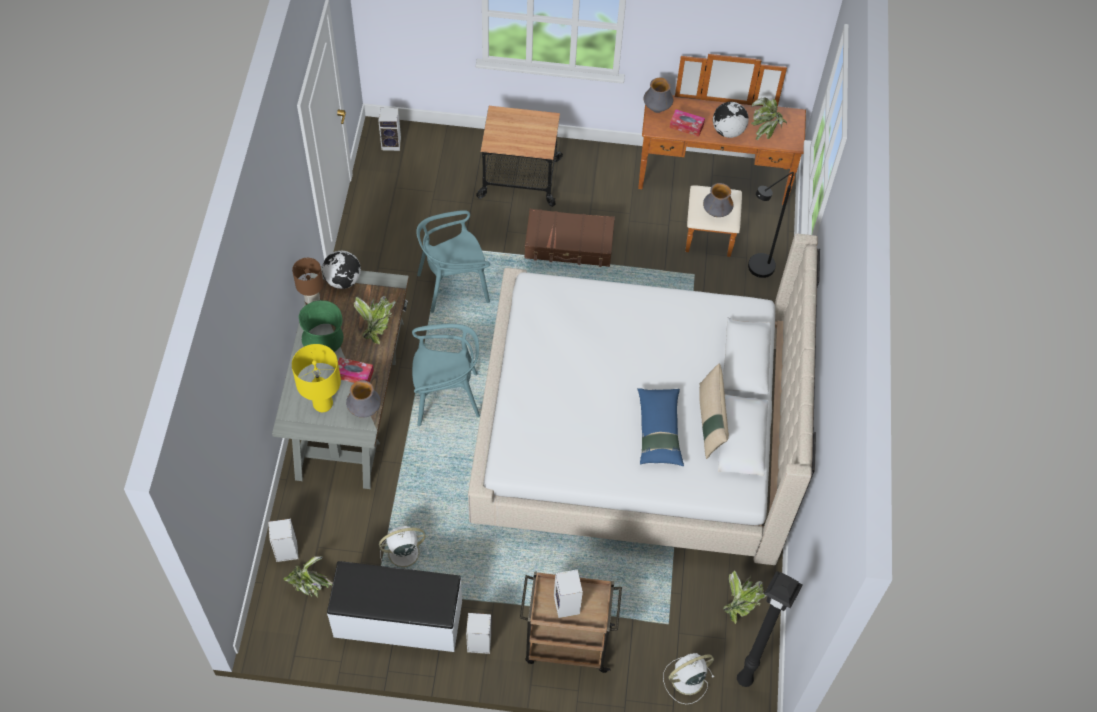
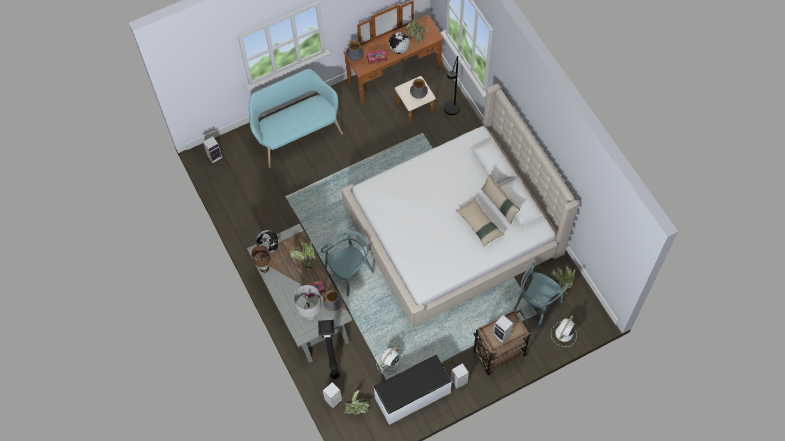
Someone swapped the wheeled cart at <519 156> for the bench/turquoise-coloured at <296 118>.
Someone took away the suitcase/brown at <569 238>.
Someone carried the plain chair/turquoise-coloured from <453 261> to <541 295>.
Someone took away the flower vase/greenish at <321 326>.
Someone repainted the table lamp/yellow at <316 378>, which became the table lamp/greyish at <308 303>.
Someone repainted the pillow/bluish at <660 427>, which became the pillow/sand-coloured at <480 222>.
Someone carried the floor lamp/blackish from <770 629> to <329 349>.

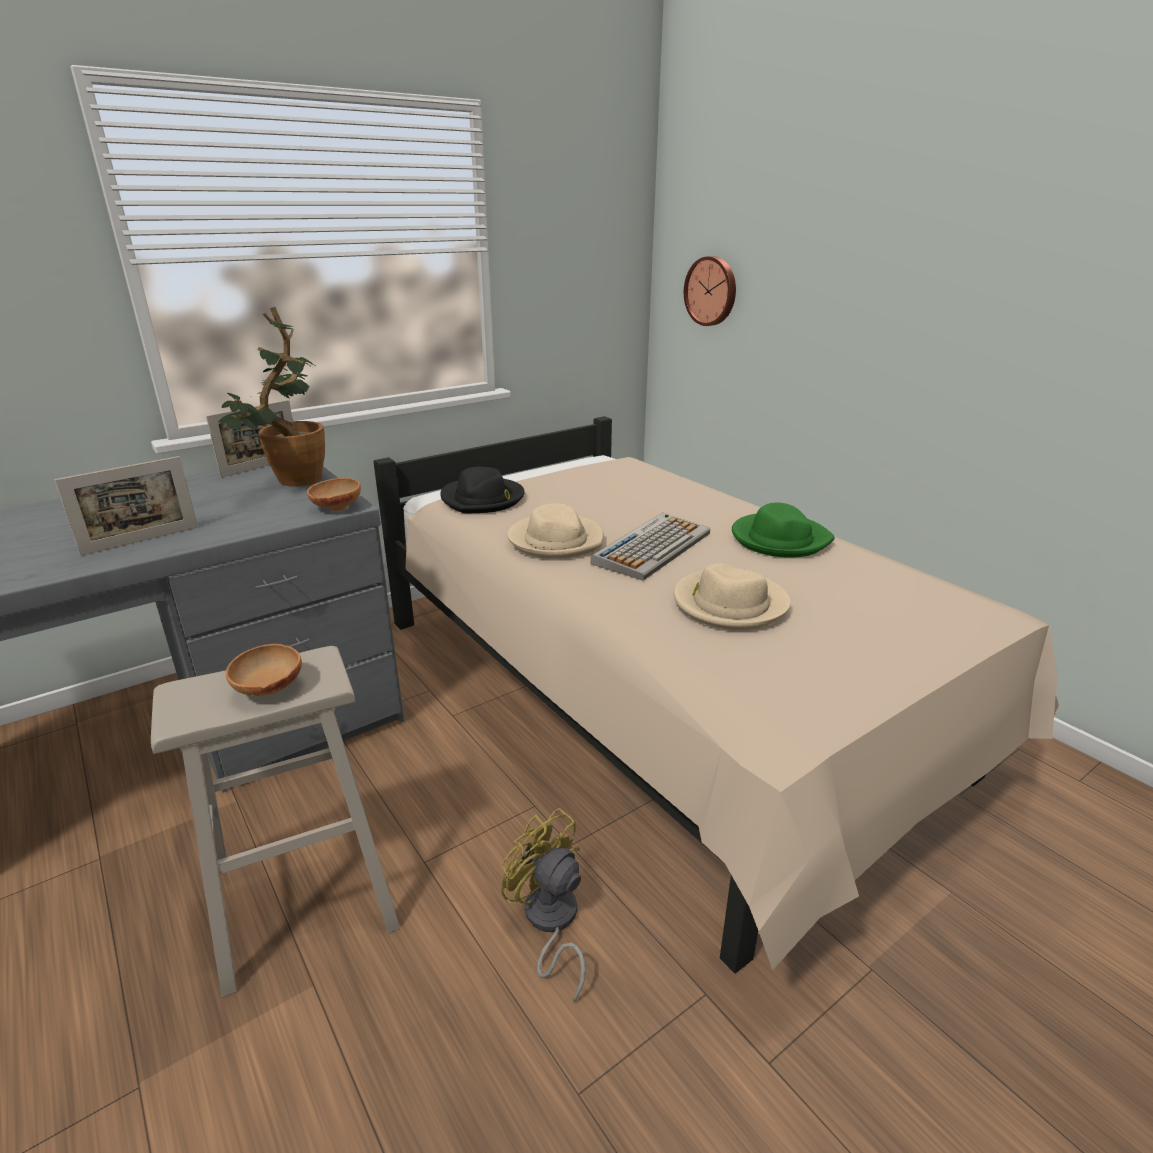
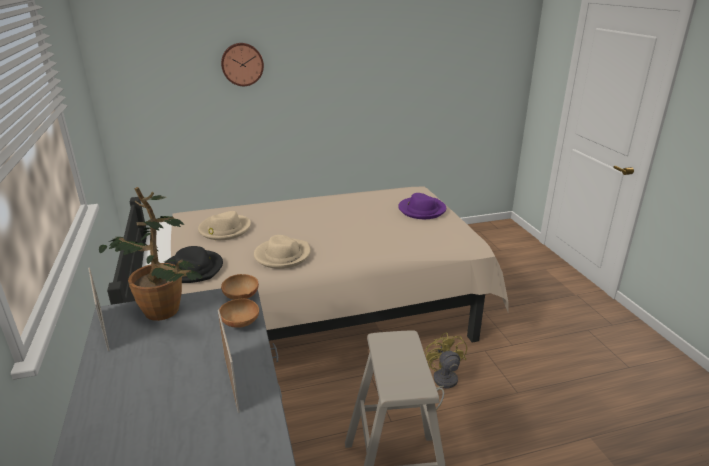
Someone carried the hanging clock from <710 291> to <242 64>.
Someone took away the hat/greenish at <783 530>.
Someone took away the PC keyboard at <650 547>.
Someone carried the hat/sand-coloured from <732 596> to <224 225>.
Someone carried the deep dish/brown from <264 670> to <239 313>.
Someone rotated the cooling fan/yellow at <543 905> by 105 degrees clockwise.
Someone put down the hat/purple at <422 206>.

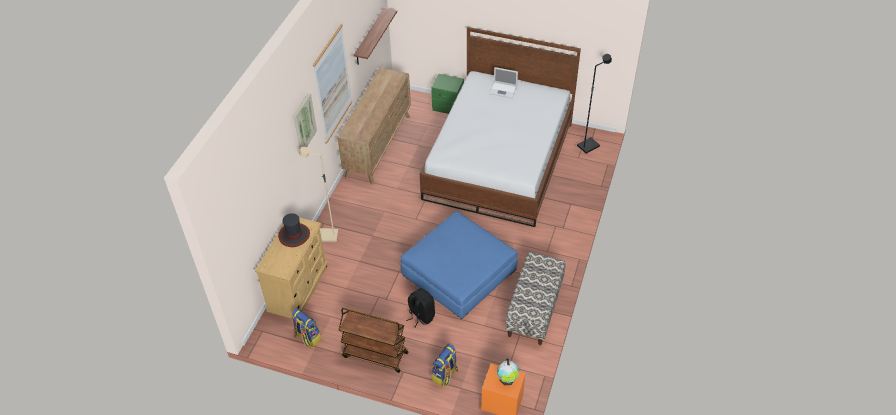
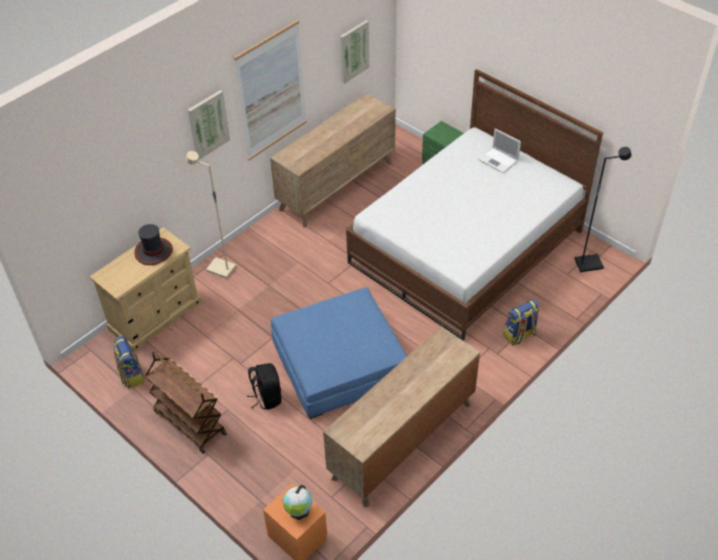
Someone swapped the shelf at <375 36> for the wall picture at <354 52>.
Someone swapped the bench at <535 298> for the dresser/brown at <401 417>.
Someone carried the knapsack from <445 365> to <521 322>.

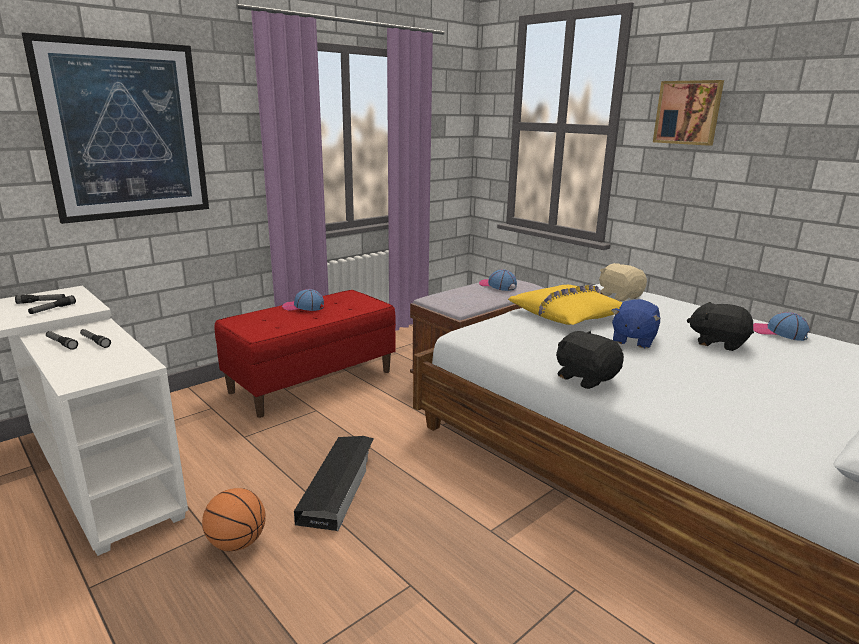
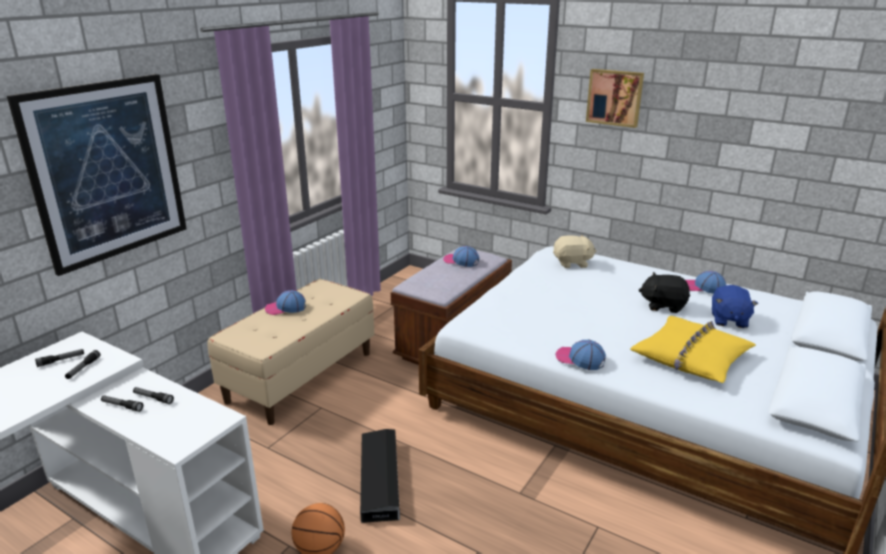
Someone rotated the soft toy/sand-coloured at <623 282> by 135 degrees clockwise.
Someone carried the pillow/yellow from <565 305> to <693 349>.
Someone repainted the bench/red at <305 354>, which became the bench/sand-coloured at <291 352>.
Someone carried the soft toy/bluish from <636 324> to <735 306>.
Someone swapped the soft toy/blackish at <590 360> for the cap at <580 355>.

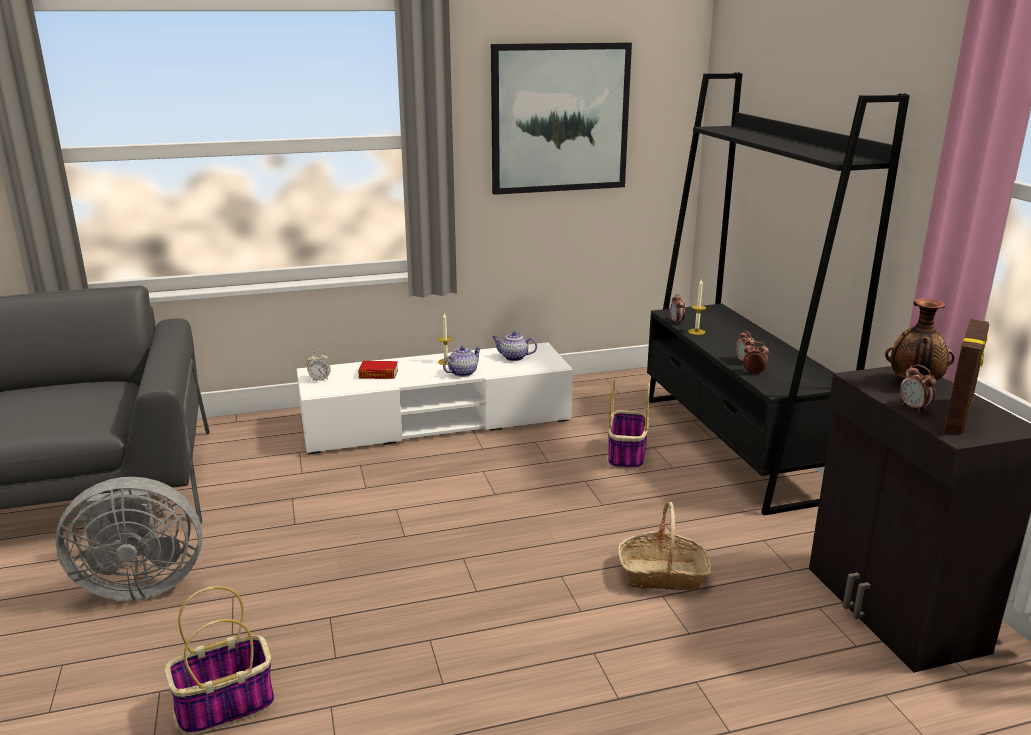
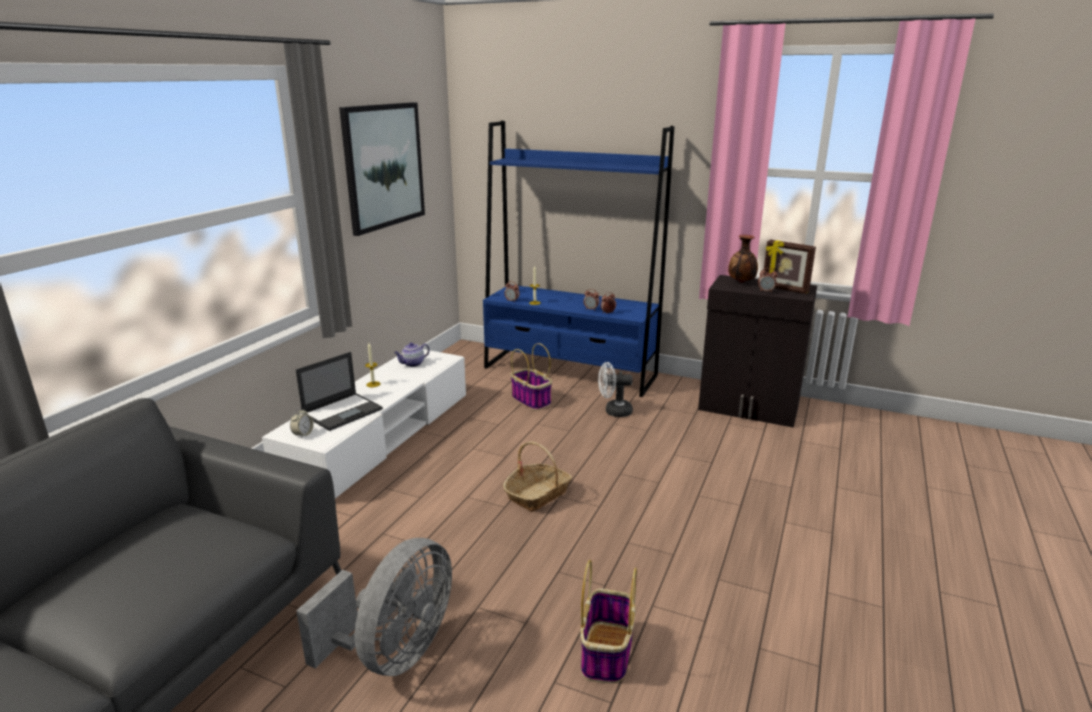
Someone repainted the bookcase/blackish at <778 293>, which became the bookcase/bluish at <578 259>.
Someone rotated the standing frame at <966 376> by 150 degrees clockwise.
Someone took away the tea pot at <462 361>.
Someone swapped the volume at <378 370> for the portable computer at <339 391>.
Someone carried the storage basket from <665 546> to <537 476>.
Someone put down the cooling fan/white at <615 389>.

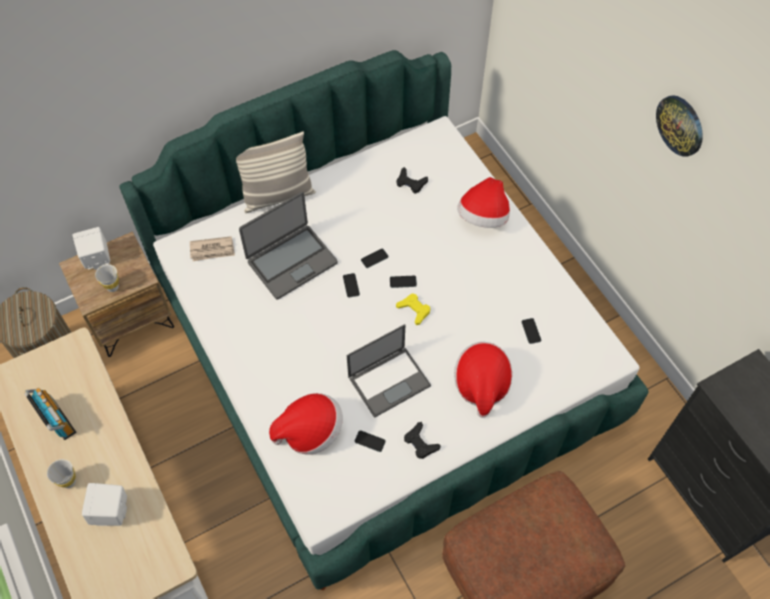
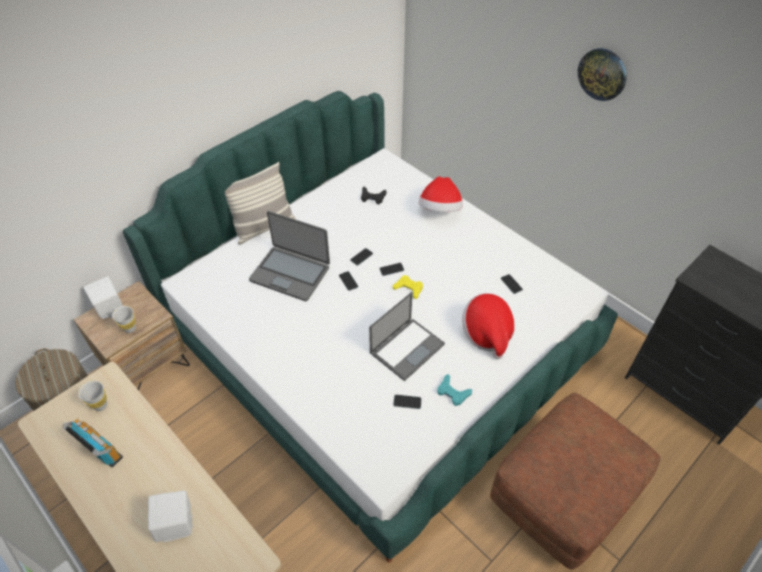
Someone rotated the portable computer at <288 246> by 75 degrees clockwise.
Someone took away the newspaper at <212 248>.
Someone took away the hat at <306 423>.
Someone repainted the gamepad/blackish at <422 440>, which became the gamepad/turquoise-coloured at <454 390>.
Someone carried the drinking cup/white from <61 473> to <92 395>.

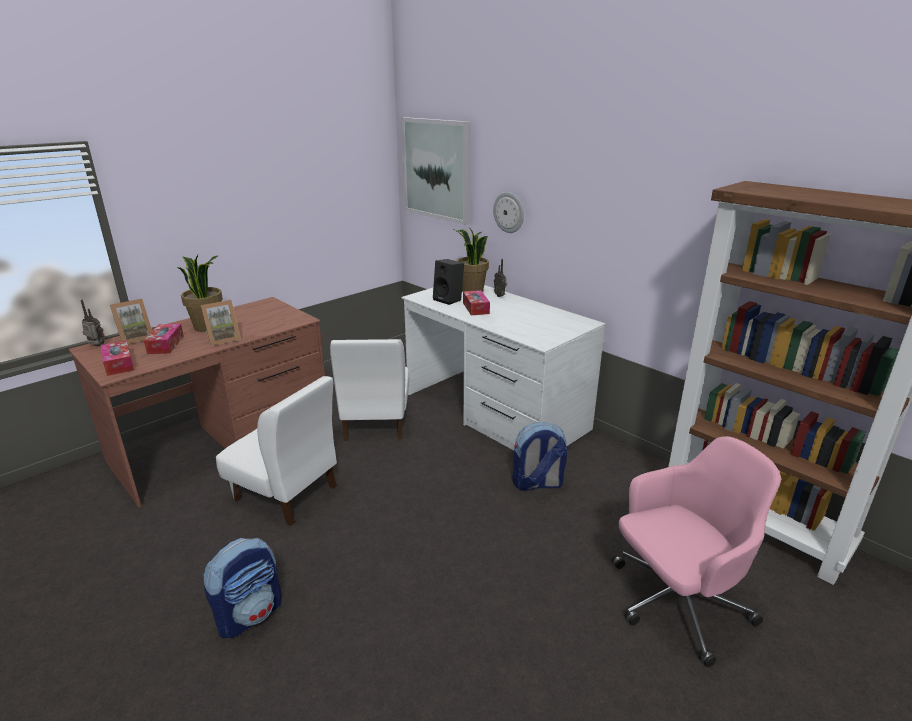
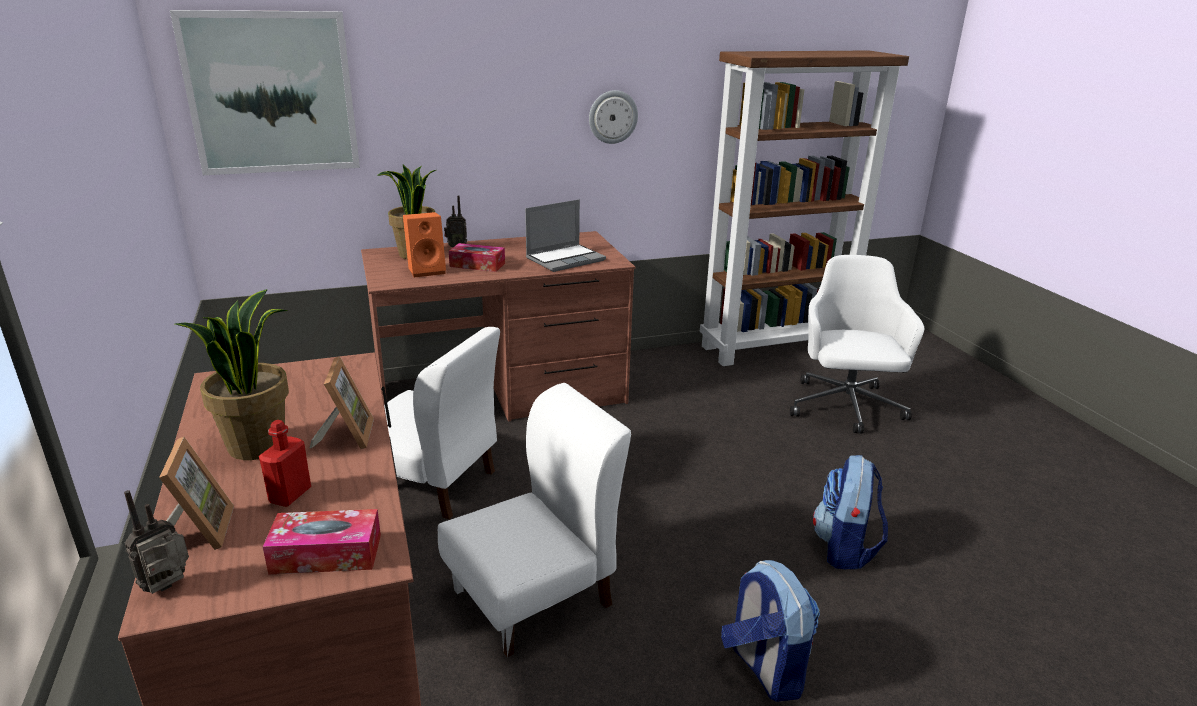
Someone carried the hanging clock from <508 212> to <613 117>.
Someone repainted the speaker/blackish at <448 282>, which became the speaker/orangey at <424 244>.
Someone repainted the desk/white at <503 367>, which became the desk/brown at <498 326>.
Someone swapped the box of tissues at <164 339> for the drink bottle/red at <285 463>.
Someone carried the knapsack from <539 456> to <850 512>.
Someone repainted the desk chair/pink at <696 551>, which became the desk chair/white at <857 344>.
Someone put down the portable computer at <565 235>.

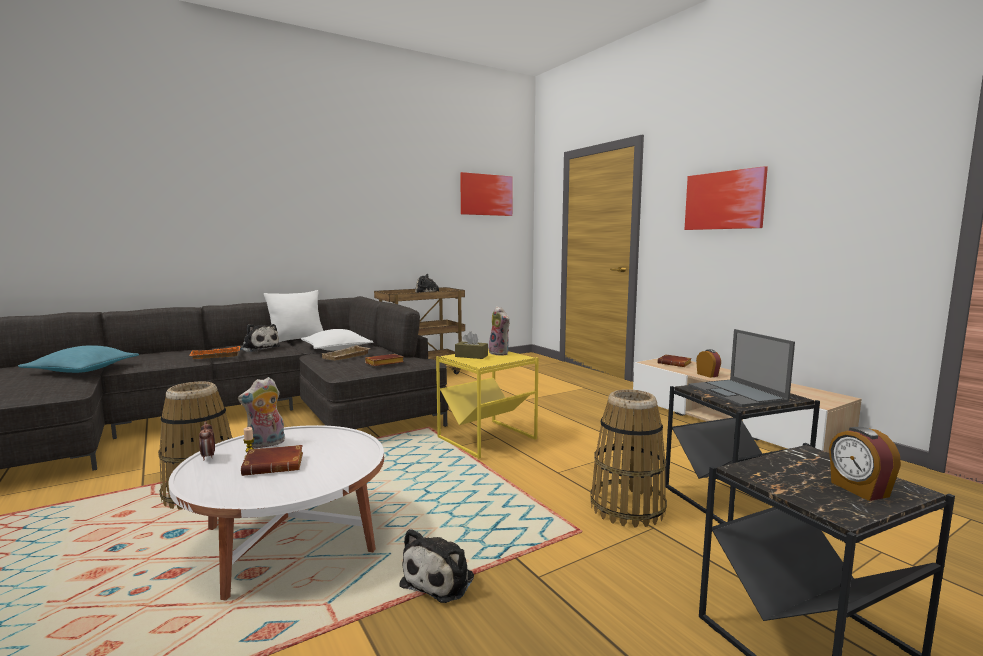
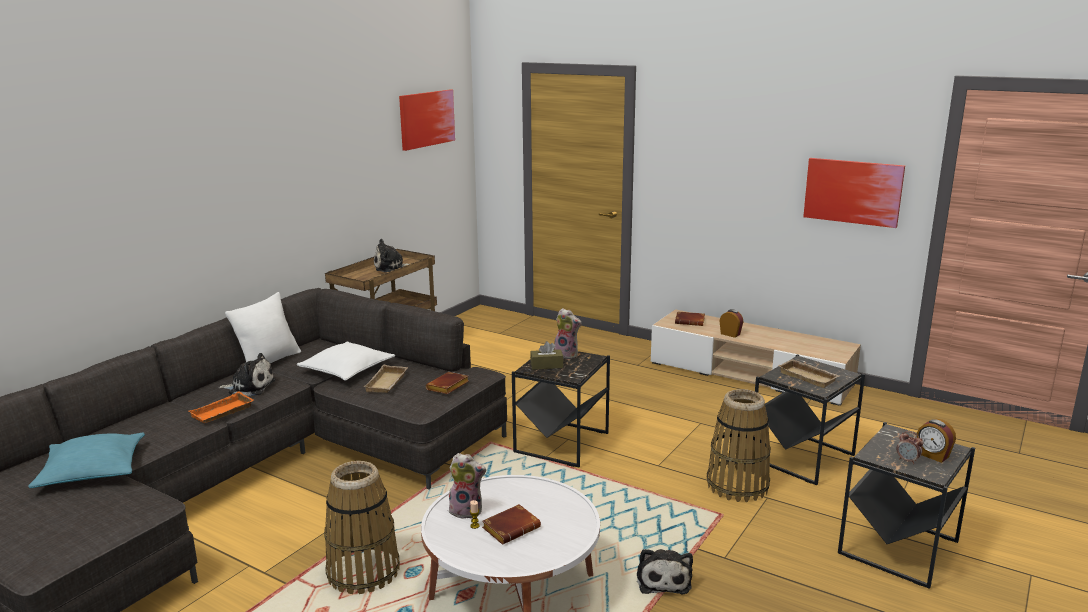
Someone carried the wall picture from <726 198> to <854 193>.
Someone swapped the portable computer at <741 368> for the serving tray/sand-coloured at <808 373>.
Someone repainted the accent table/yellow at <487 403>, which became the accent table/blackish at <561 409>.
Someone rotated the soft toy at <261 413> by 105 degrees counterclockwise.
Someone carried the table clock from <207 440> to <909 447>.

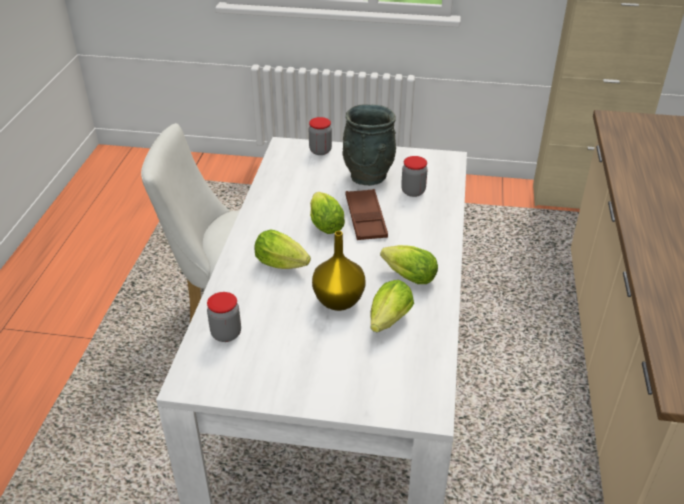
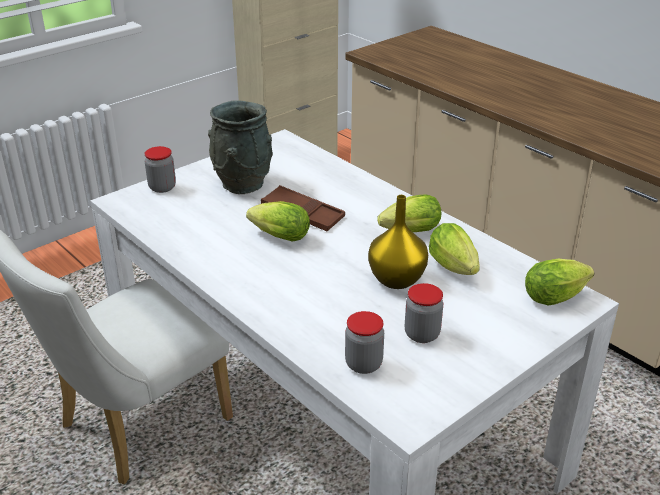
Someone carried the preserve jar from <414 176> to <424 313>.
Someone carried the lettuce head from <283 249> to <559 282>.

